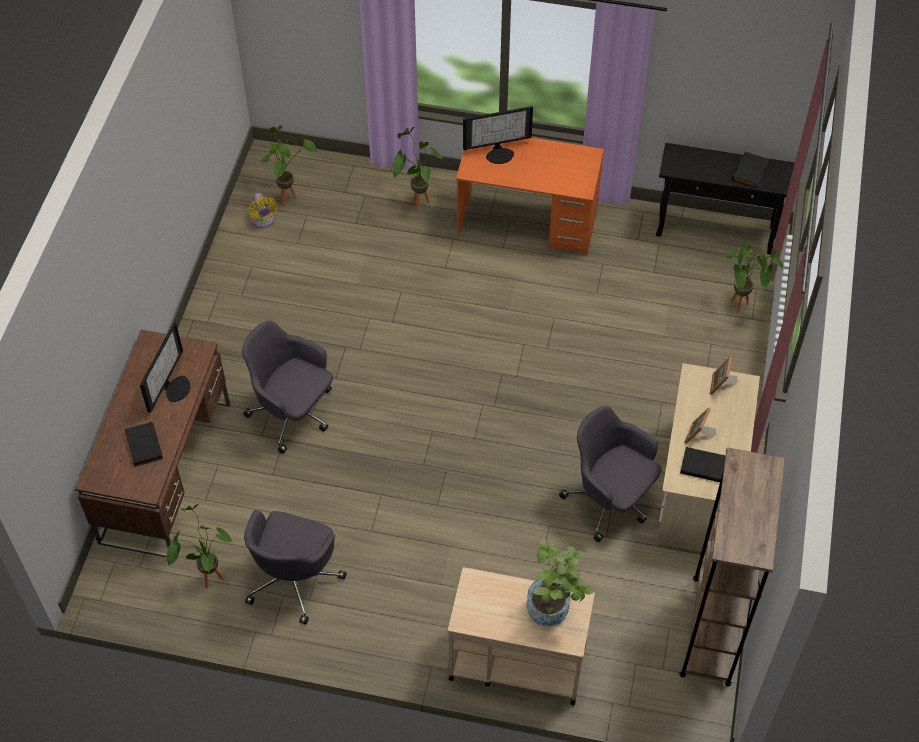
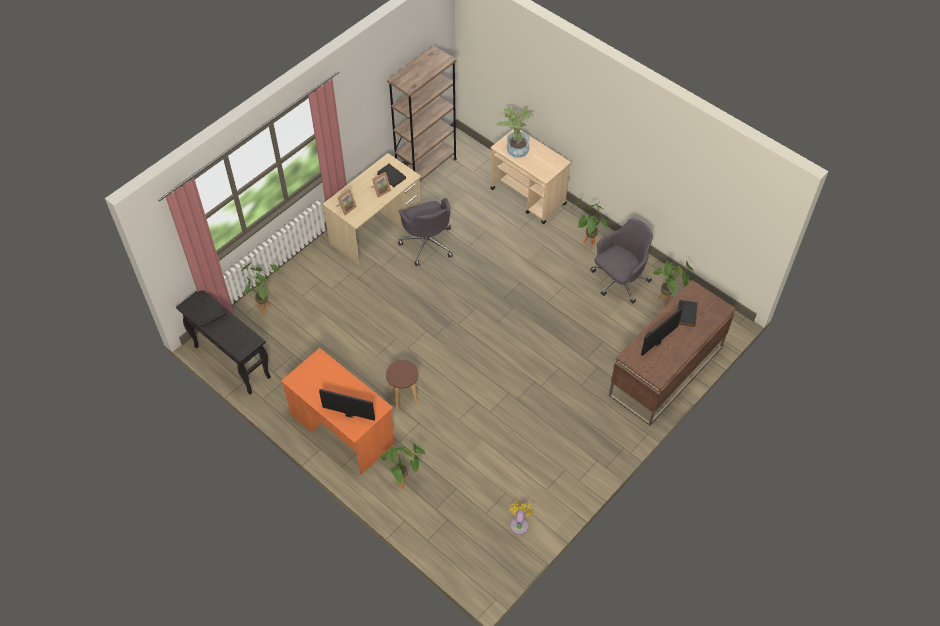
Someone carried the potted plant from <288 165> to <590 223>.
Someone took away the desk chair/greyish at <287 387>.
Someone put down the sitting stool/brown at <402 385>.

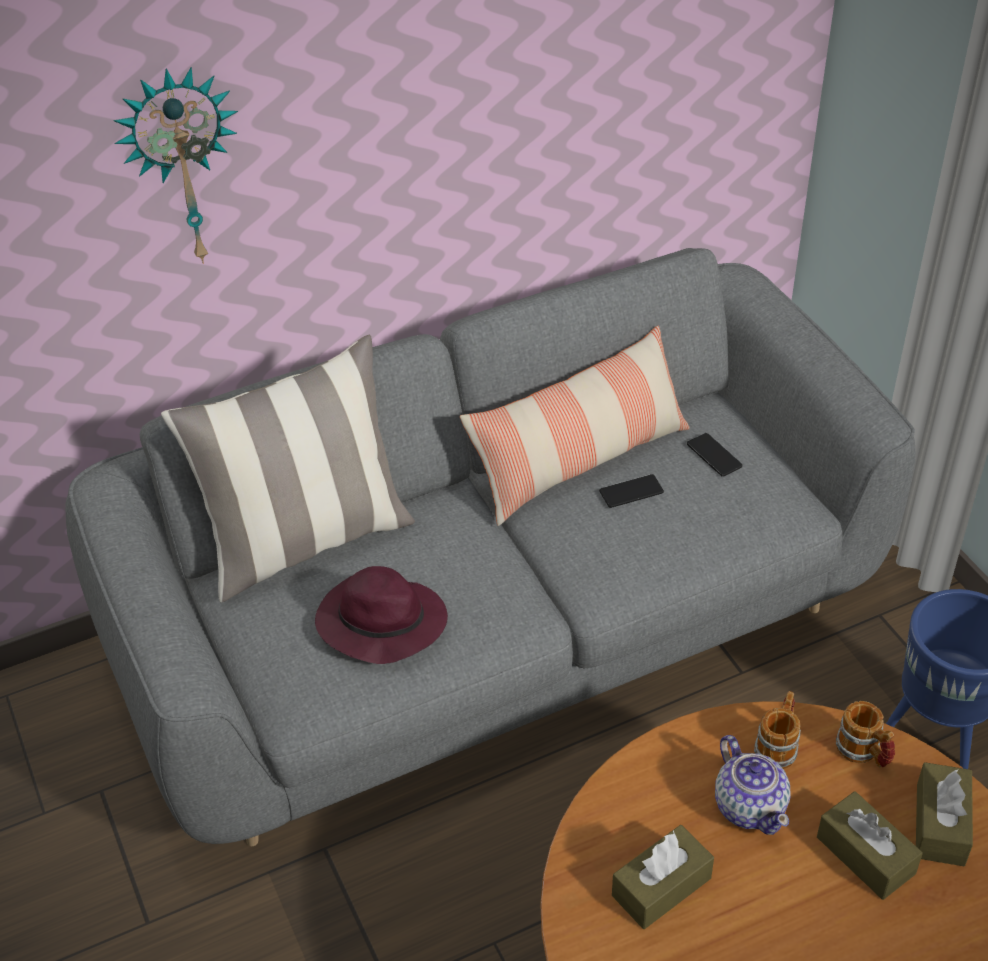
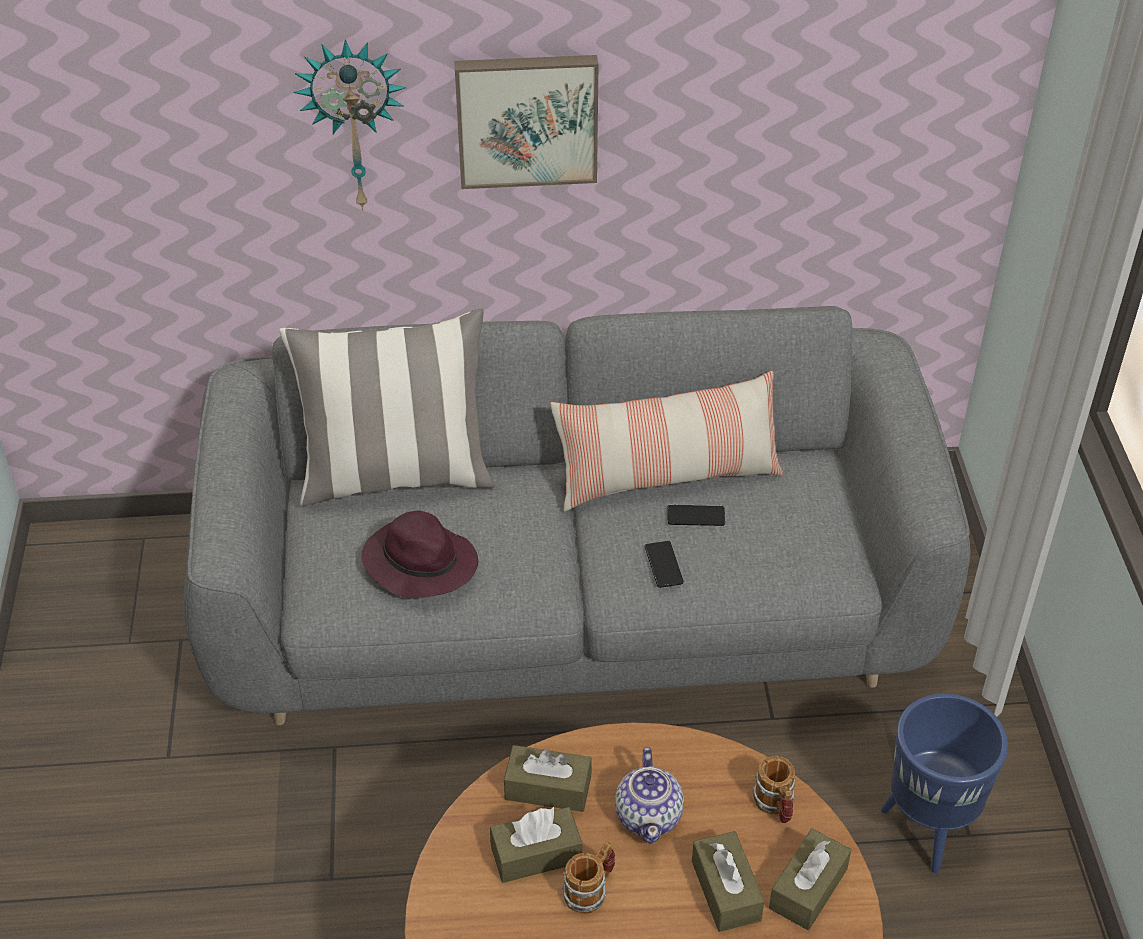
Someone carried the telephone from <715 455> to <664 564>.
Someone carried the tea mug from <777 730> to <588 878>.
Someone put up the wall picture at <526 122>.
Someone put down the box of tissues/brown at <548 778>.

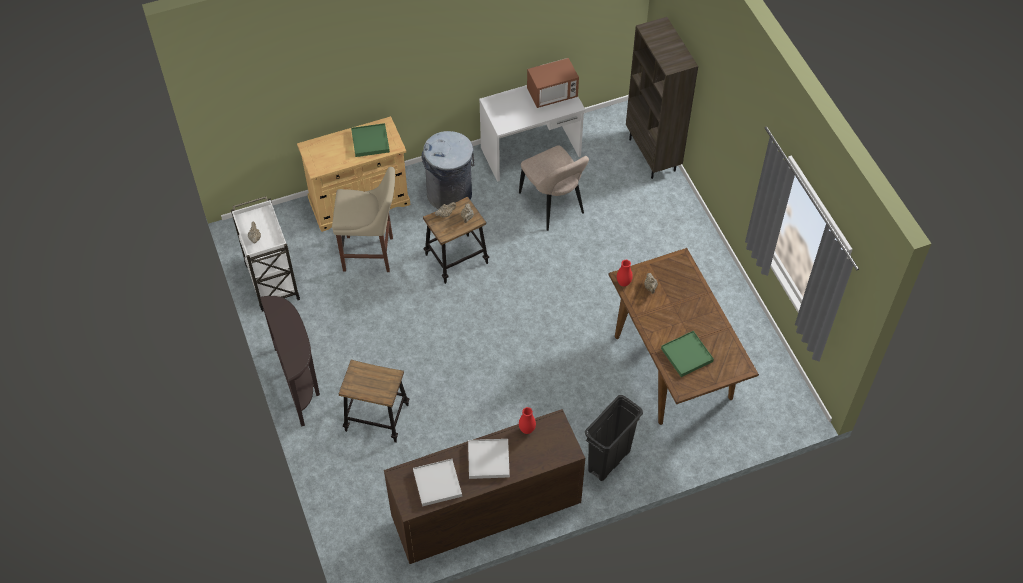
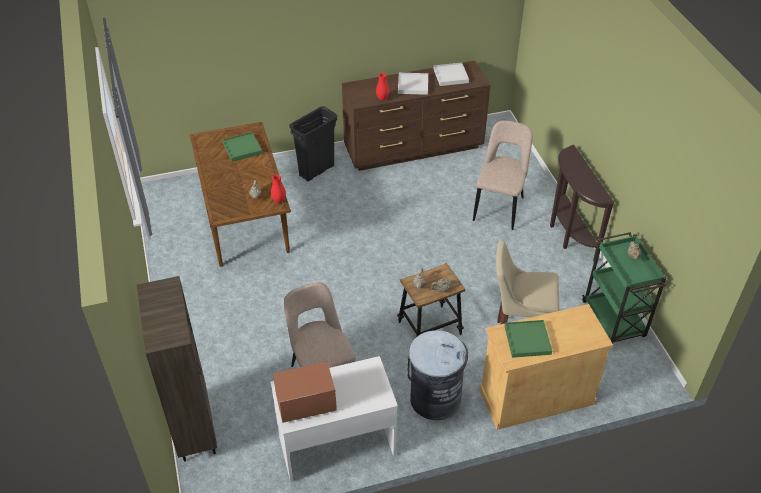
Someone repainted the wheeled cart/white at <265 254>, which became the wheeled cart/greenish at <624 288>.
Someone swapped the sitting stool at <374 401> for the plain chair/sand-coloured at <503 175>.

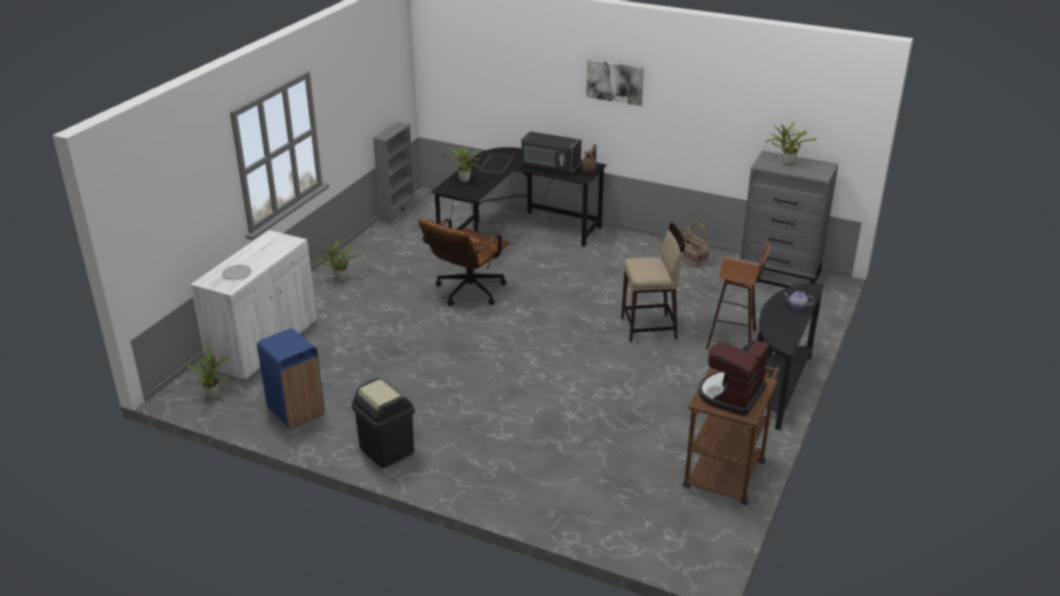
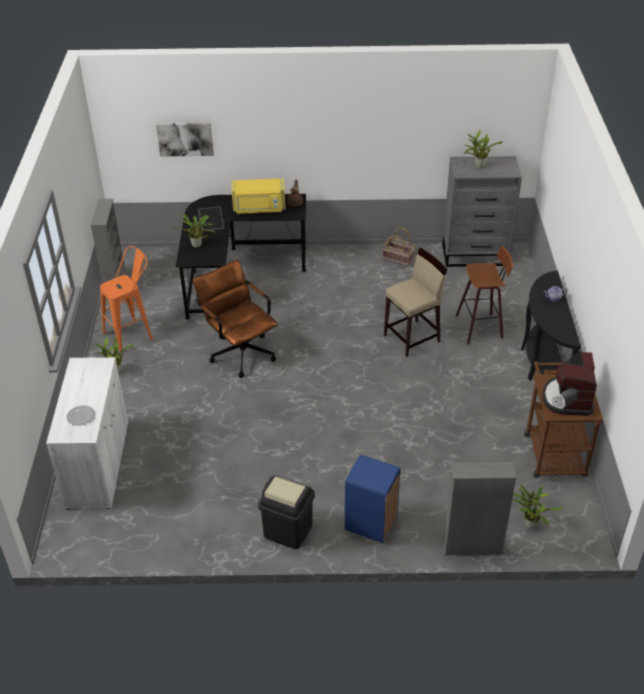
Someone carried the wall picture from <615 82> to <185 140>.
Someone repainted the kitchen microwave/blackish at <551 151>, which became the kitchen microwave/yellow at <258 196>.
Someone rotated the desk chair/brown at <463 262> by 135 degrees clockwise.
Someone carried the trash can/bluish from <291 378> to <372 499>.
Someone carried the potted plant from <209 373> to <538 507>.
Someone put down the sitting stool/orangey at <126 299>.
Someone put down the bookcase/greyish at <479 508>.

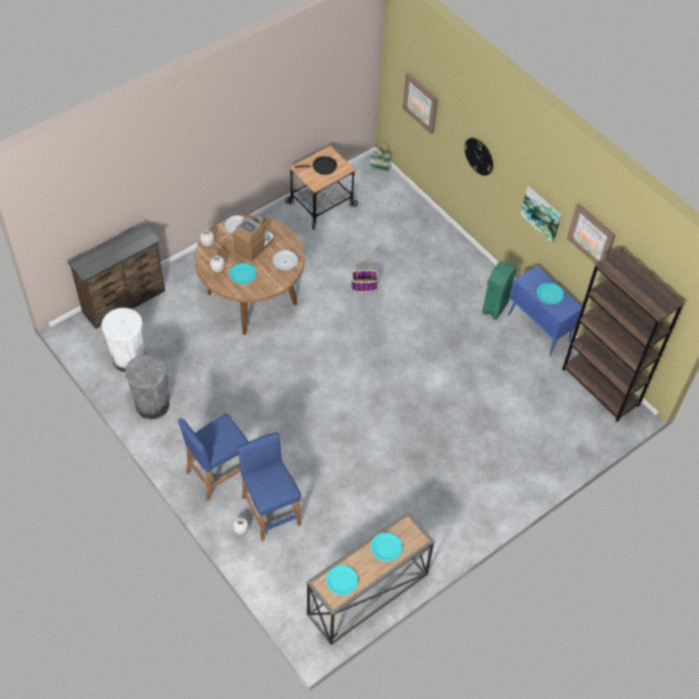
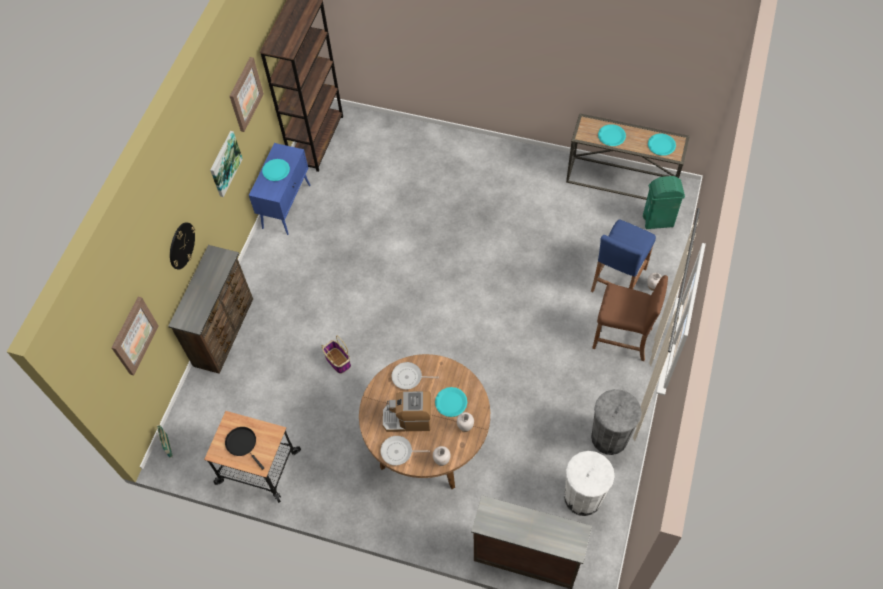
Someone carried the trash can/greenish from <499 290> to <664 202>.
Someone repainted the sitting stool/bluish at <213 457>, which became the sitting stool/brown at <630 318>.
Someone put down the dresser/brown at <210 309>.

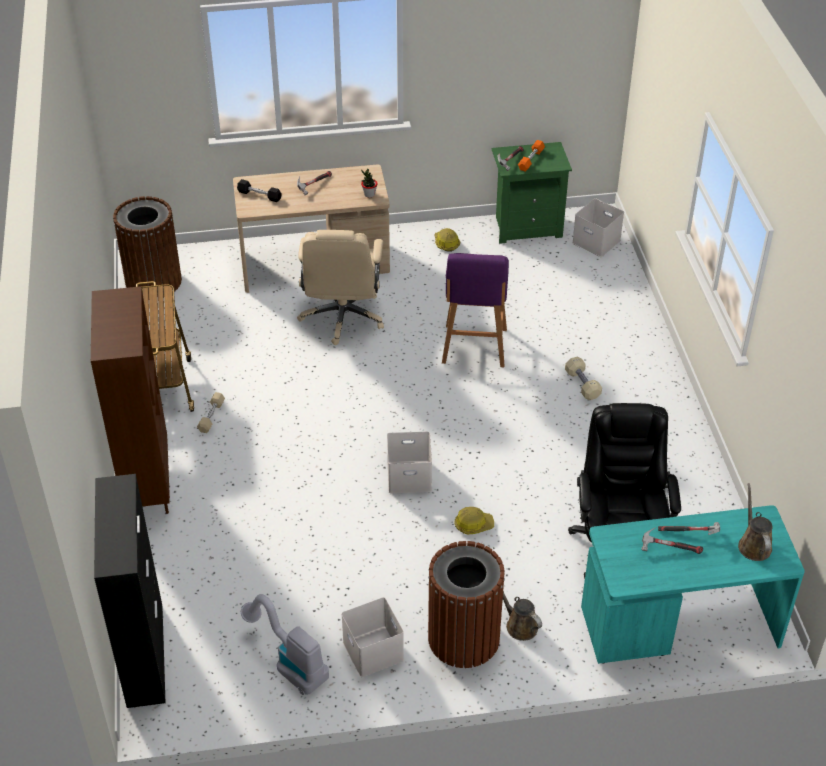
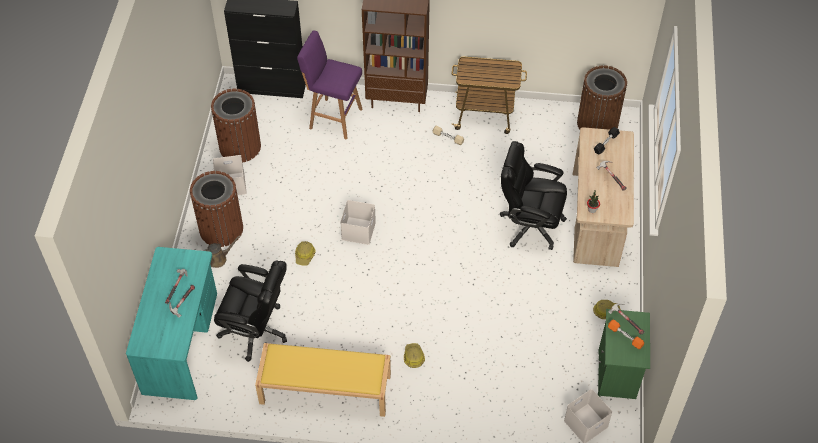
Someone repainted the desk chair/sand-coloured at <340 287>, which became the desk chair/blackish at <533 195>.
Someone carried the sitting stool/purple from <475 310> to <329 85>.
Someone swapped the hand weight/sand-coloured at <583 378> for the hard hat at <414 355>.
Someone took away the watering can/brown at <755 522>.
Someone swapped the vacuum at <285 644> for the trash can/brown at <236 126>.
Someone put down the bench/yellow at <323 380>.

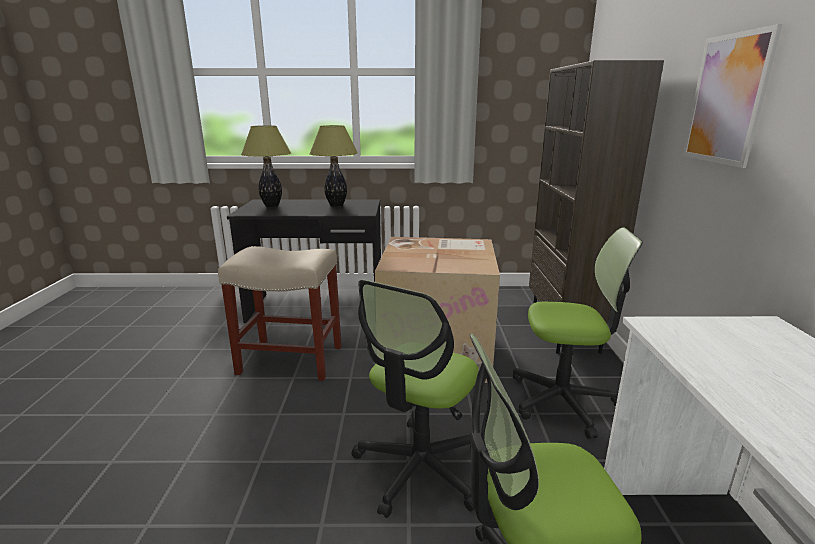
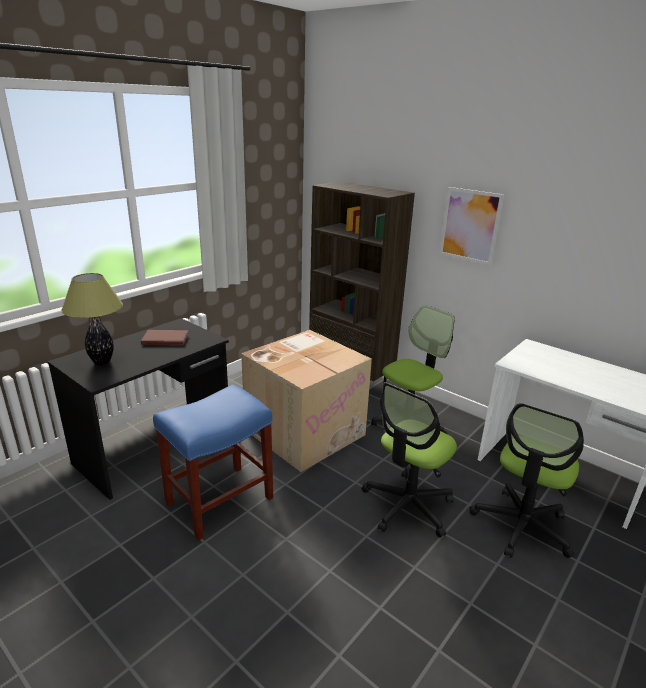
Someone swapped the table lamp at <333 166> for the volume/brown at <165 337>.
Someone repainted the sitting stool/sand-coloured at <279 313>, which became the sitting stool/bluish at <213 462>.
Someone rotated the desk chair at <415 399> by 60 degrees clockwise.

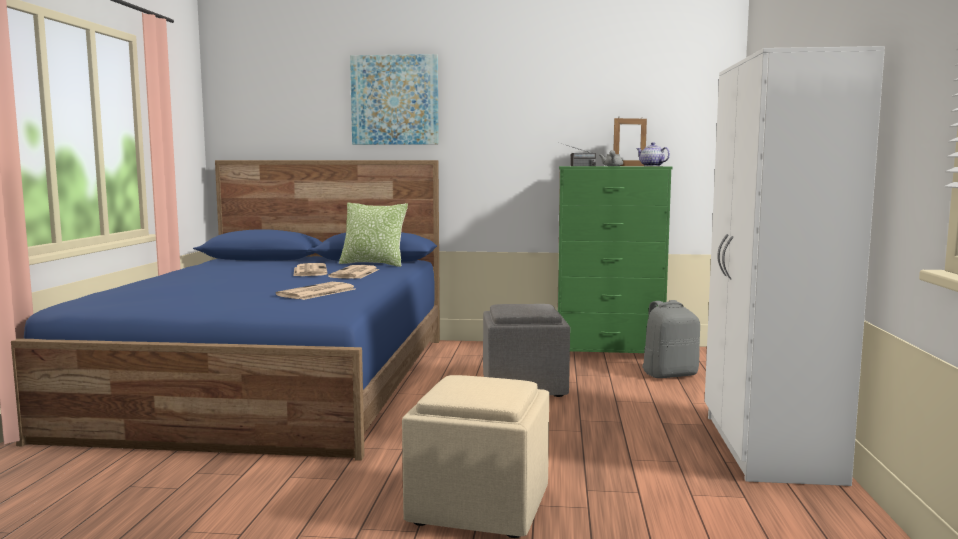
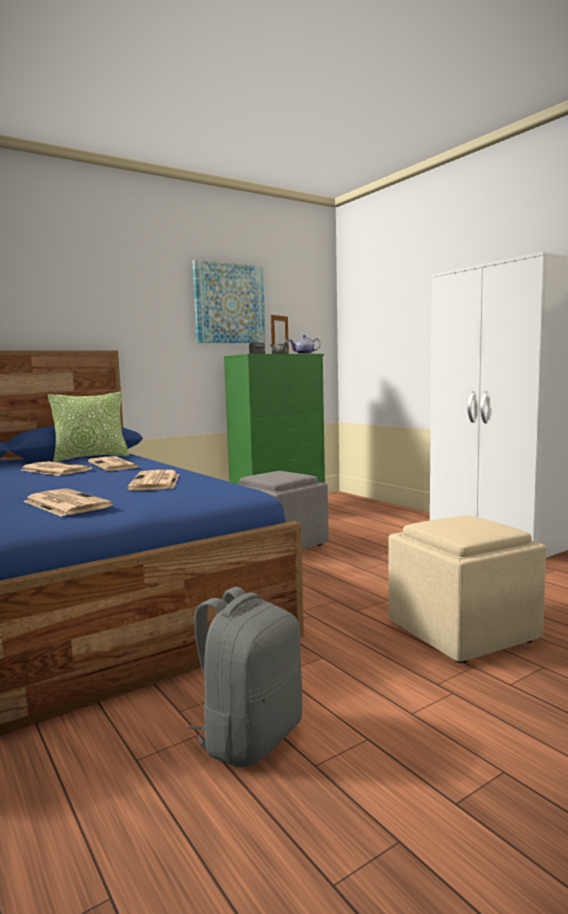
Someone carried the wall picture from <394 99> to <229 301>.
Someone carried the knapsack/greyish from <671 339> to <245 677>.
Someone put down the newspaper at <68 502>.

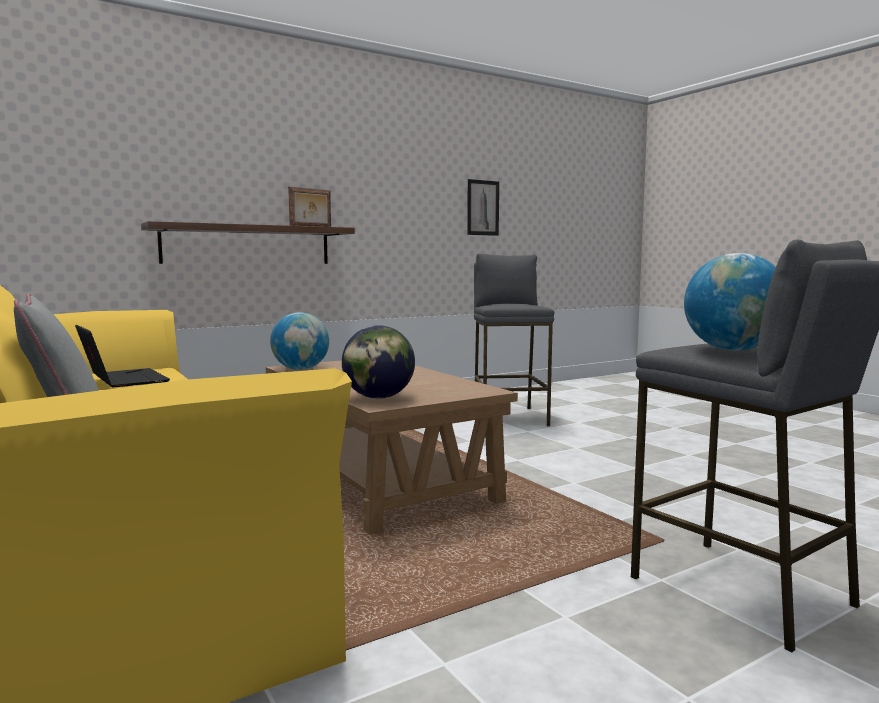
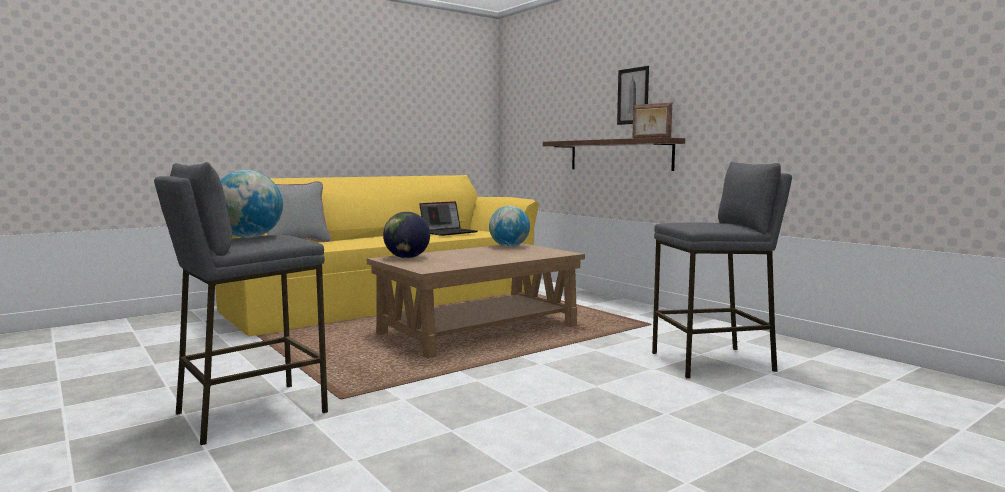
Someone carried the wall picture from <483 207> to <633 95>.

